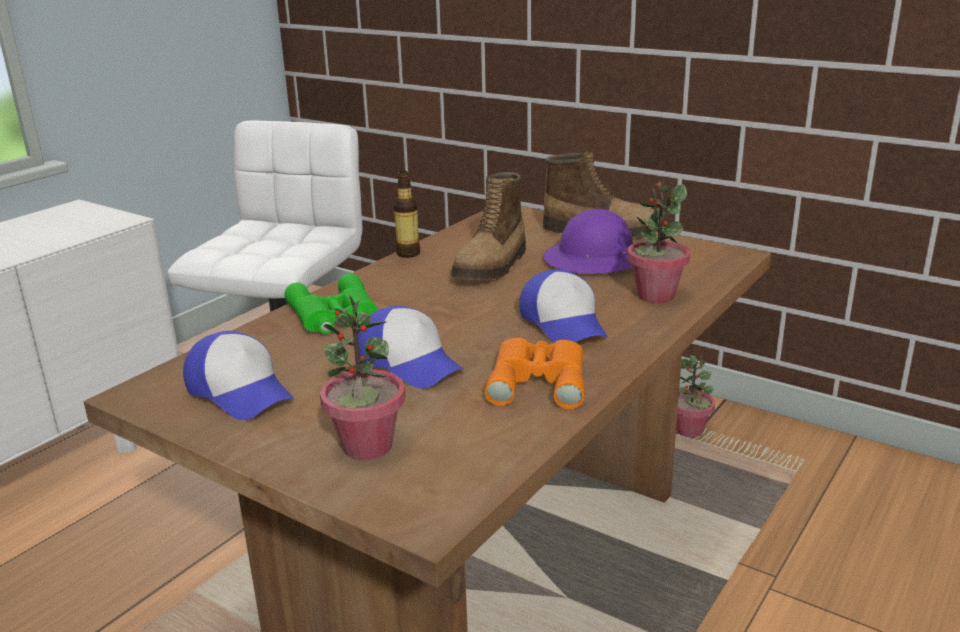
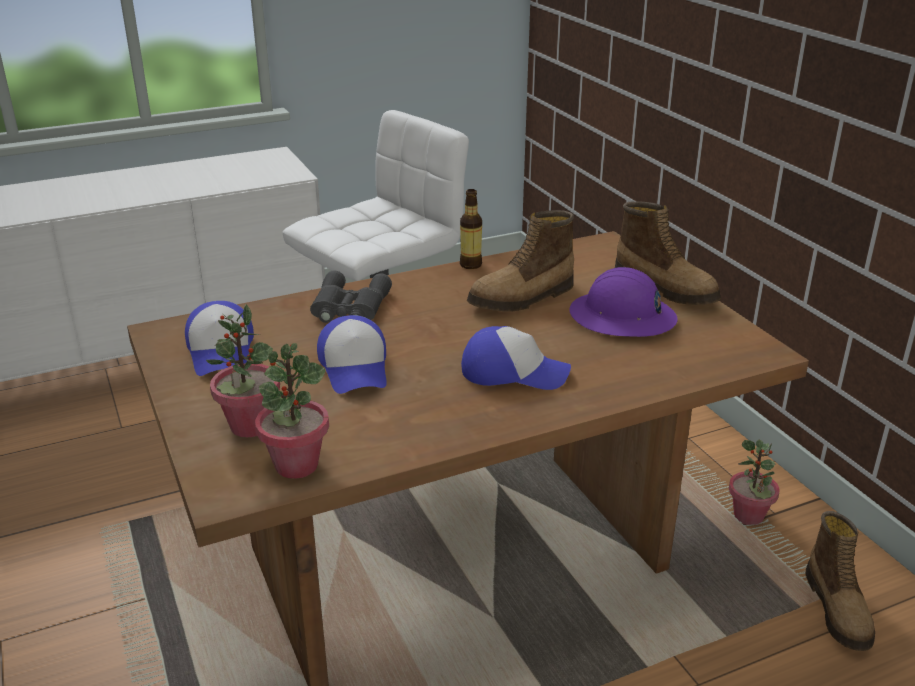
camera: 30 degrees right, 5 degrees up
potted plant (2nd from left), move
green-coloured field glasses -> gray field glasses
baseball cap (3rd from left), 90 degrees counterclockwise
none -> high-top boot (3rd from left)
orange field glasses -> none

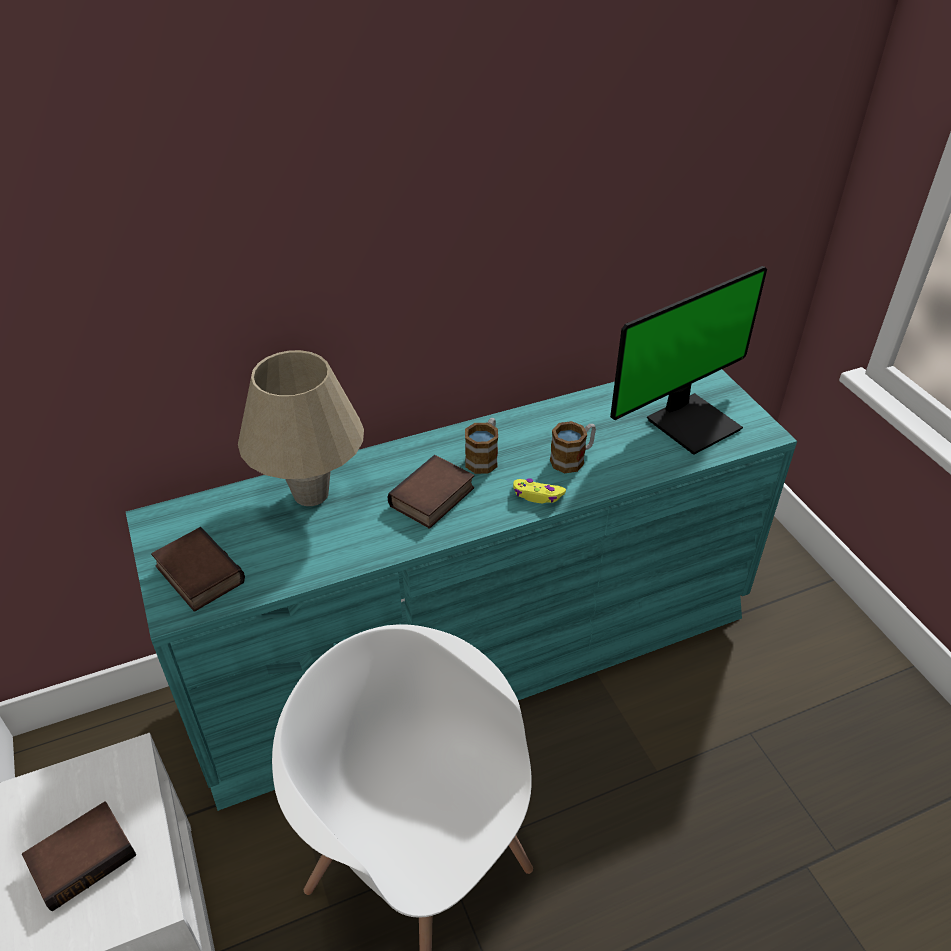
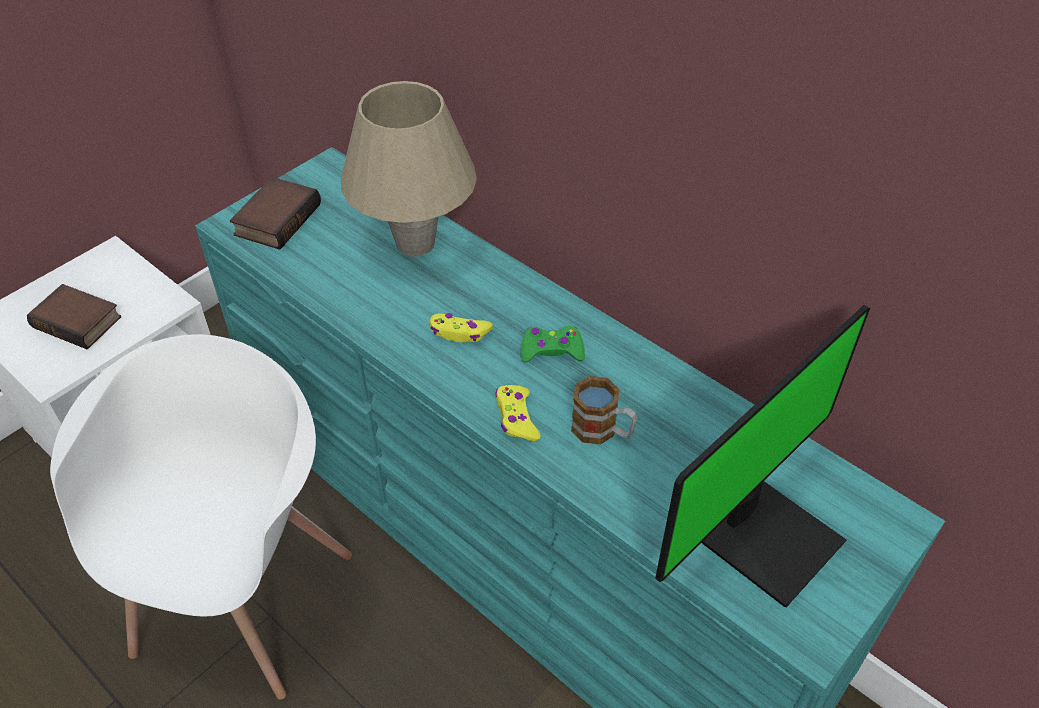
camera: 65 degrees right, 5 degrees up
volume (3rd from left) -> yellowish gamepad (1st from left)
tea mug (1st from left) -> green-coloured gamepad
computer screen, 75 degrees counterclockwise

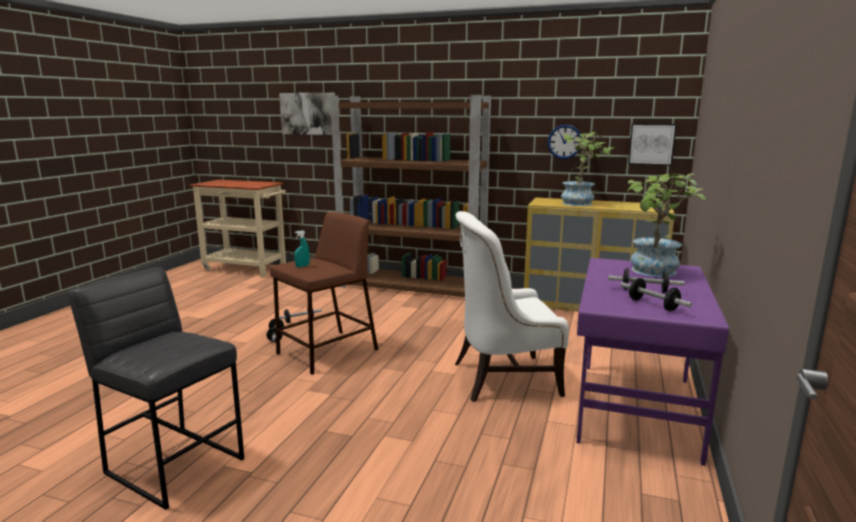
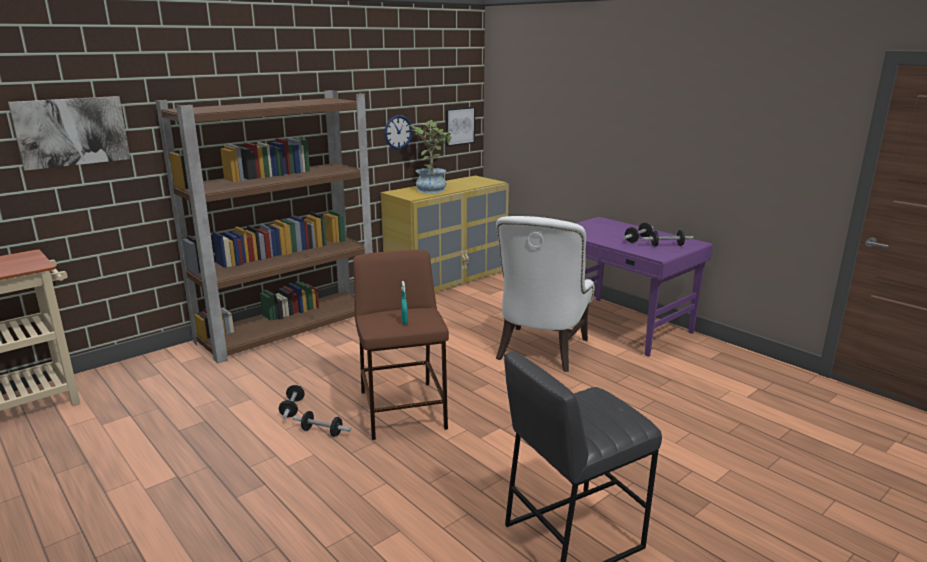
camera: 60 degrees left, 5 degrees up
potted plant (2nd from left) -> none

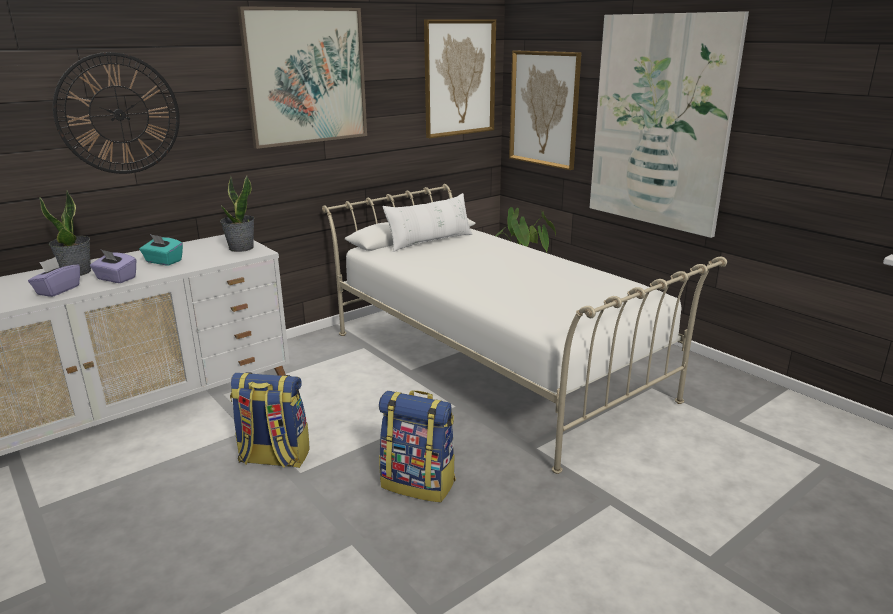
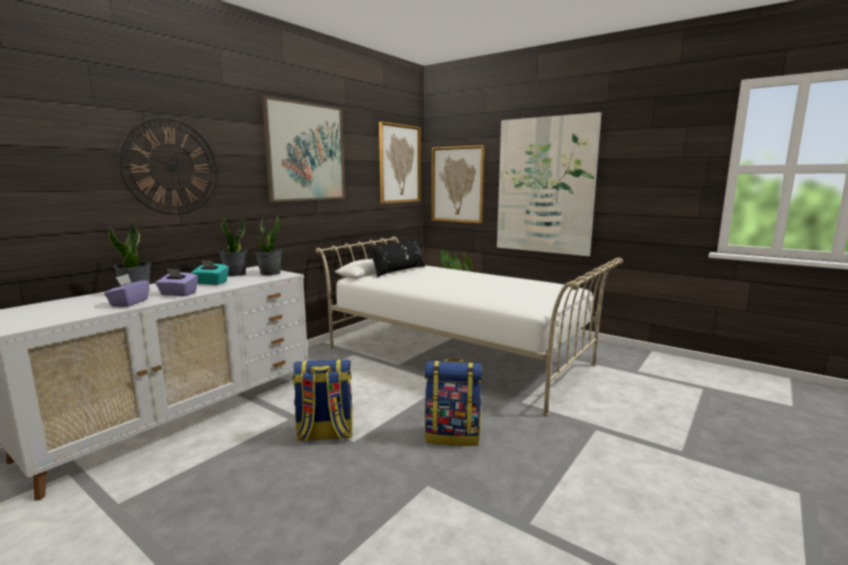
camera: 15 degrees left, 10 degrees down
none -> potted plant (2nd from left)
white cushion -> black-coloured cushion

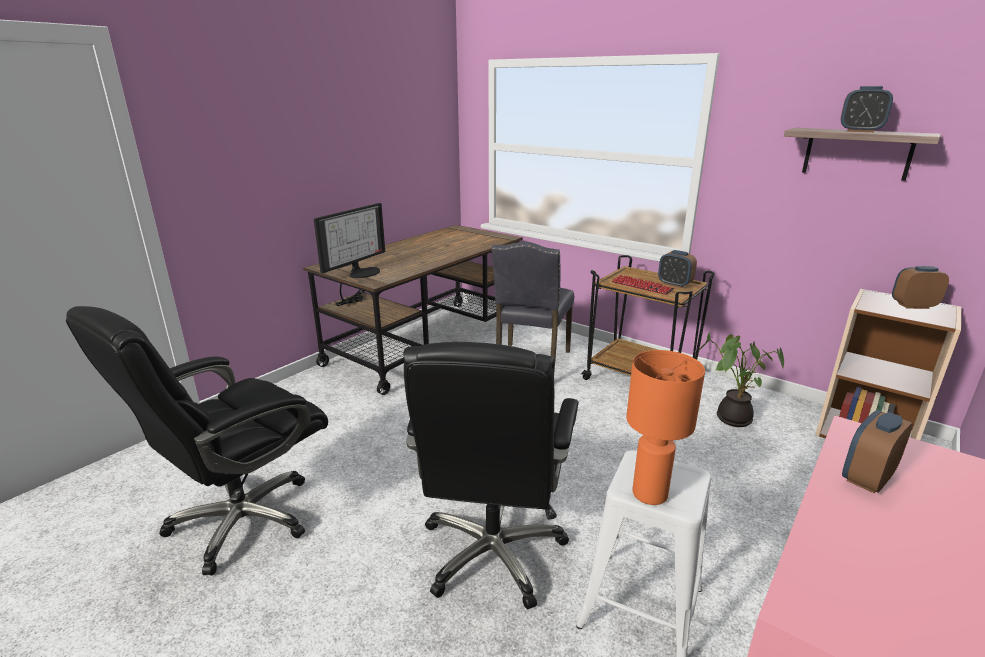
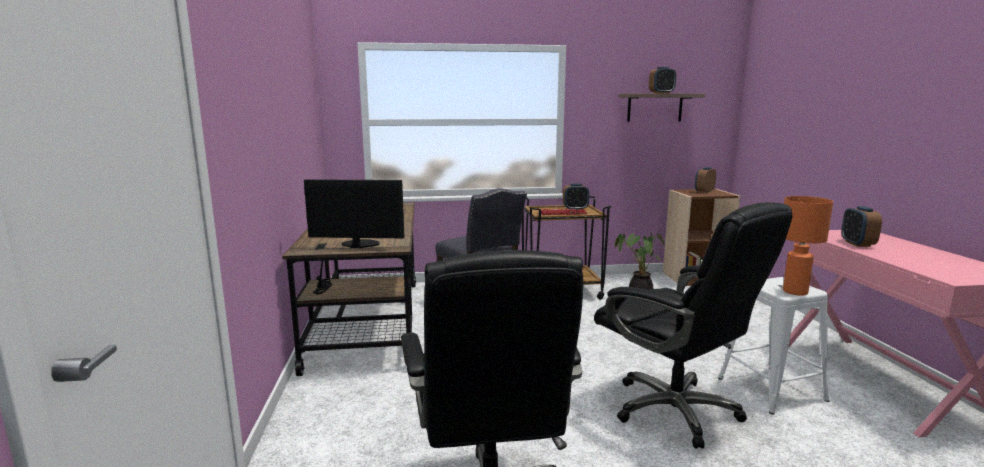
camera: 45 degrees left, 10 degrees down
computer screen, 75 degrees counterclockwise

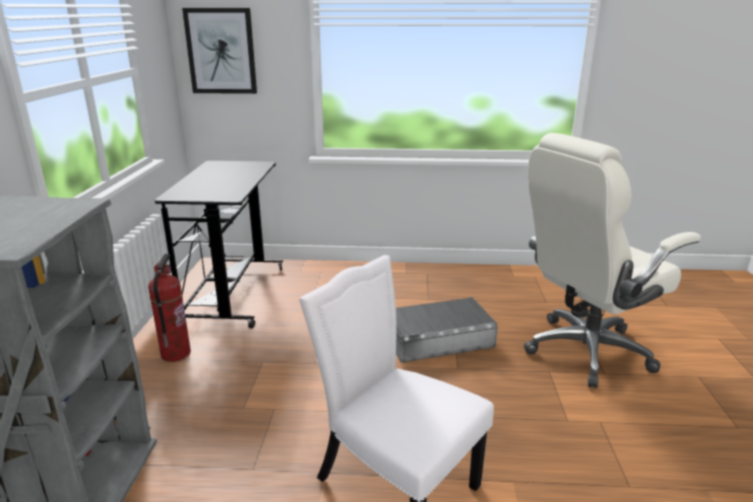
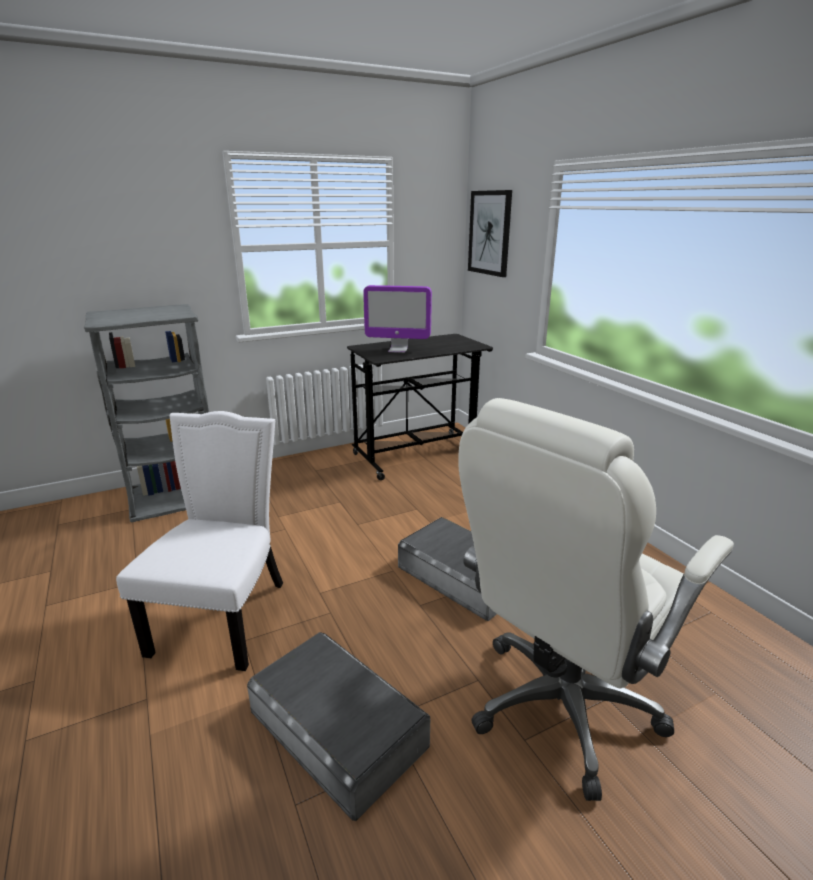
camera: 60 degrees right, 0 degrees up
none -> gray storage container (1st from left)
none -> computer screen
white desk chair, 75 degrees counterclockwise
extinguisher -> none

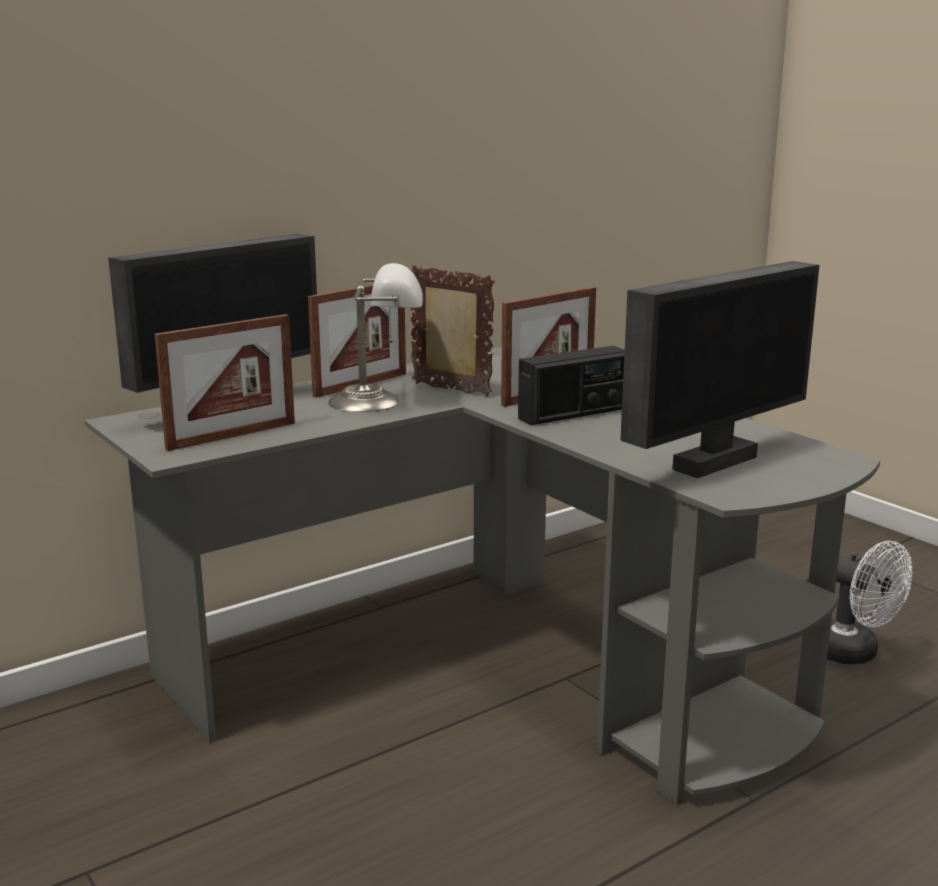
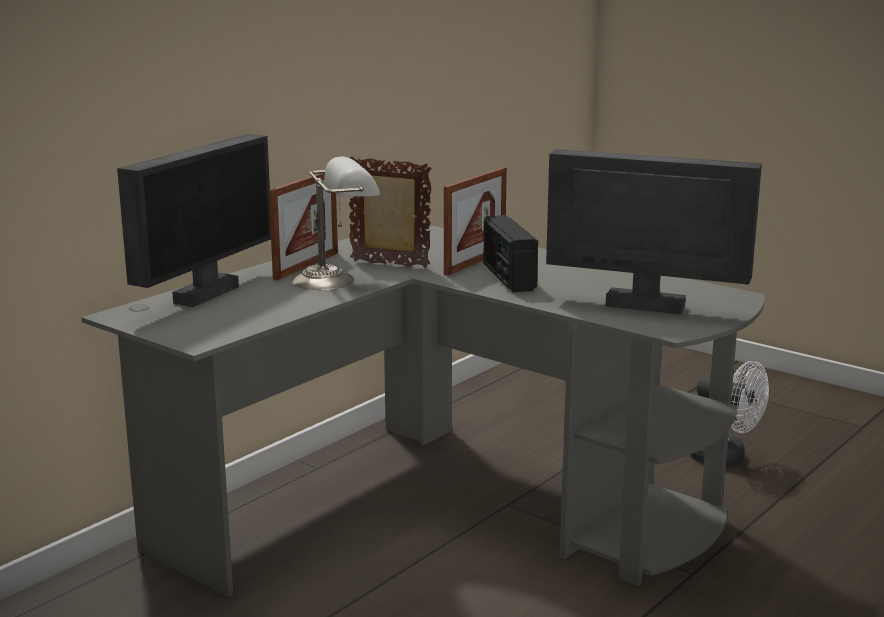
camera: 15 degrees left, 0 degrees up
radio, 120 degrees clockwise
computer screen (2nd from left), 105 degrees counterclockwise
picture frame (1st from left) -> none

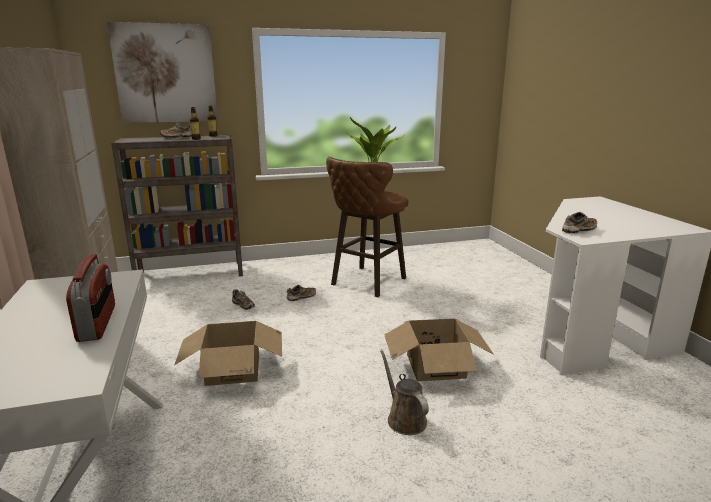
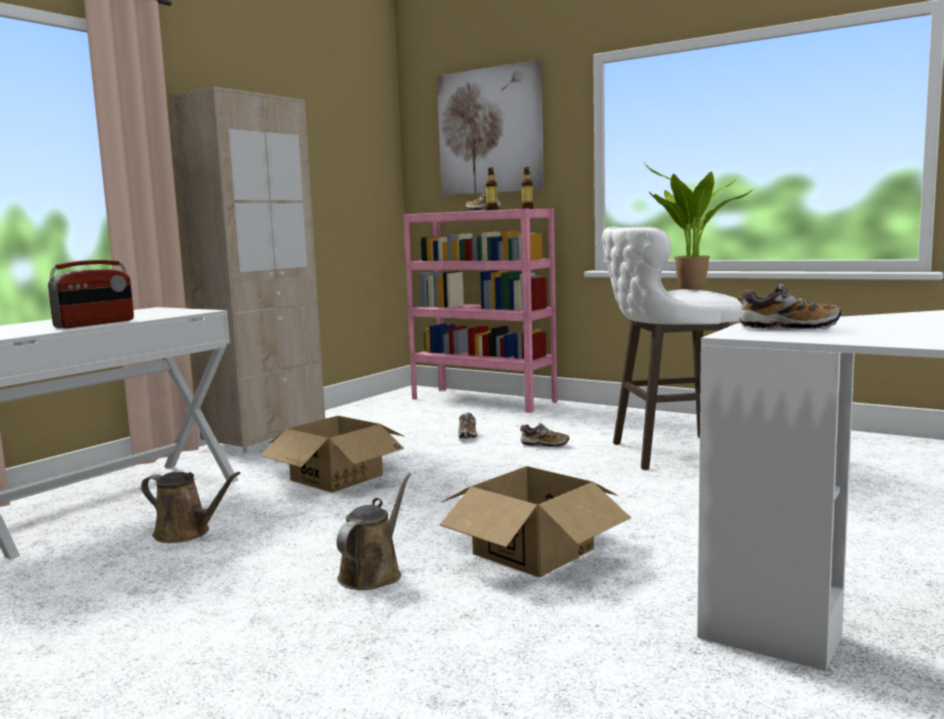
camera: 50 degrees right, 10 degrees down
none -> brown watering can (1st from left)
gray shelving unit -> pink-coloured shelving unit
brown stool seat -> white stool seat

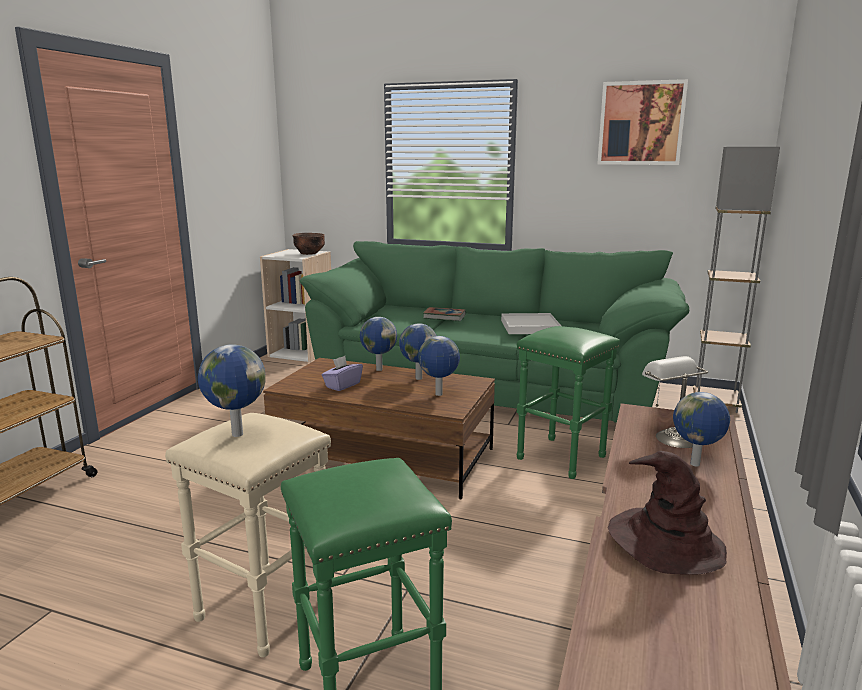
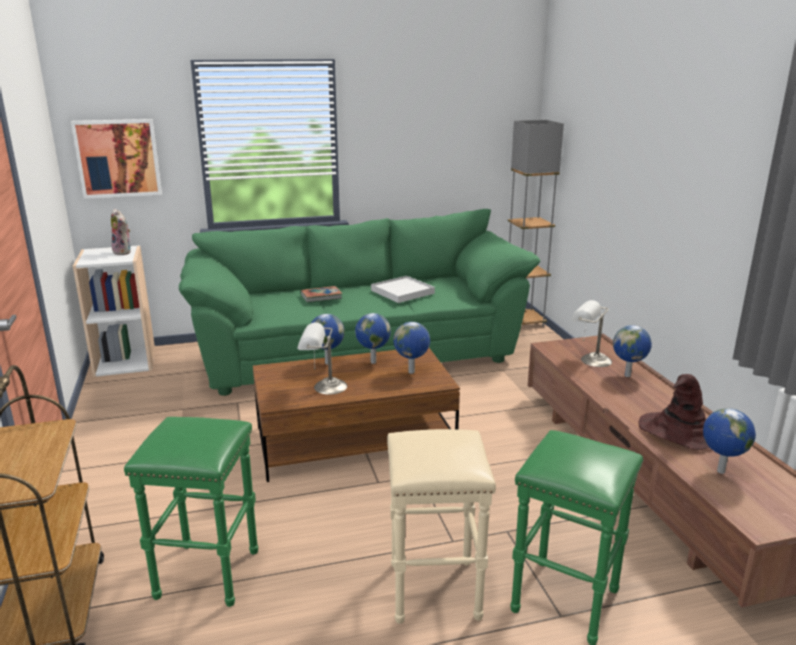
camera: 35 degrees left, 5 degrees up
wall picture, move
brown serving bowl -> soft toy
green-coloured stool seat (2nd from left in the first image) -> green-coloured stool seat (1st from left), move
purplish tissue box -> white tabletop lamp (1st from left)
globe (1st from left in the first image) -> globe (5th from left), move

